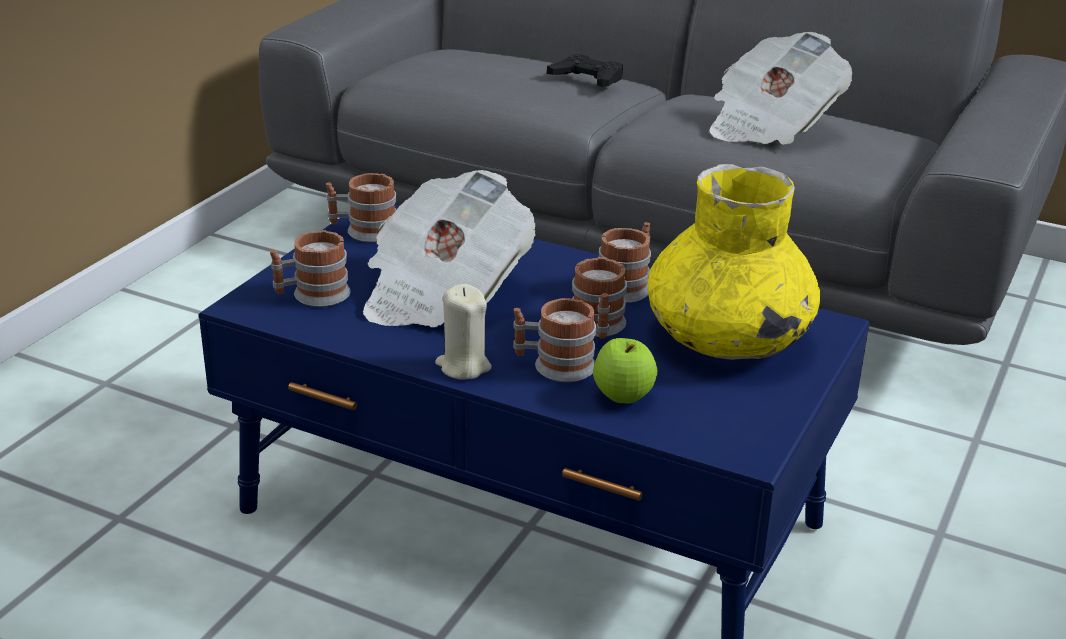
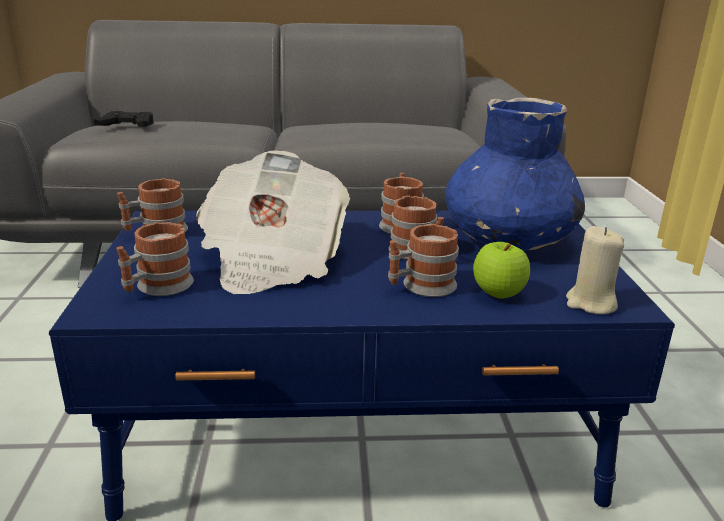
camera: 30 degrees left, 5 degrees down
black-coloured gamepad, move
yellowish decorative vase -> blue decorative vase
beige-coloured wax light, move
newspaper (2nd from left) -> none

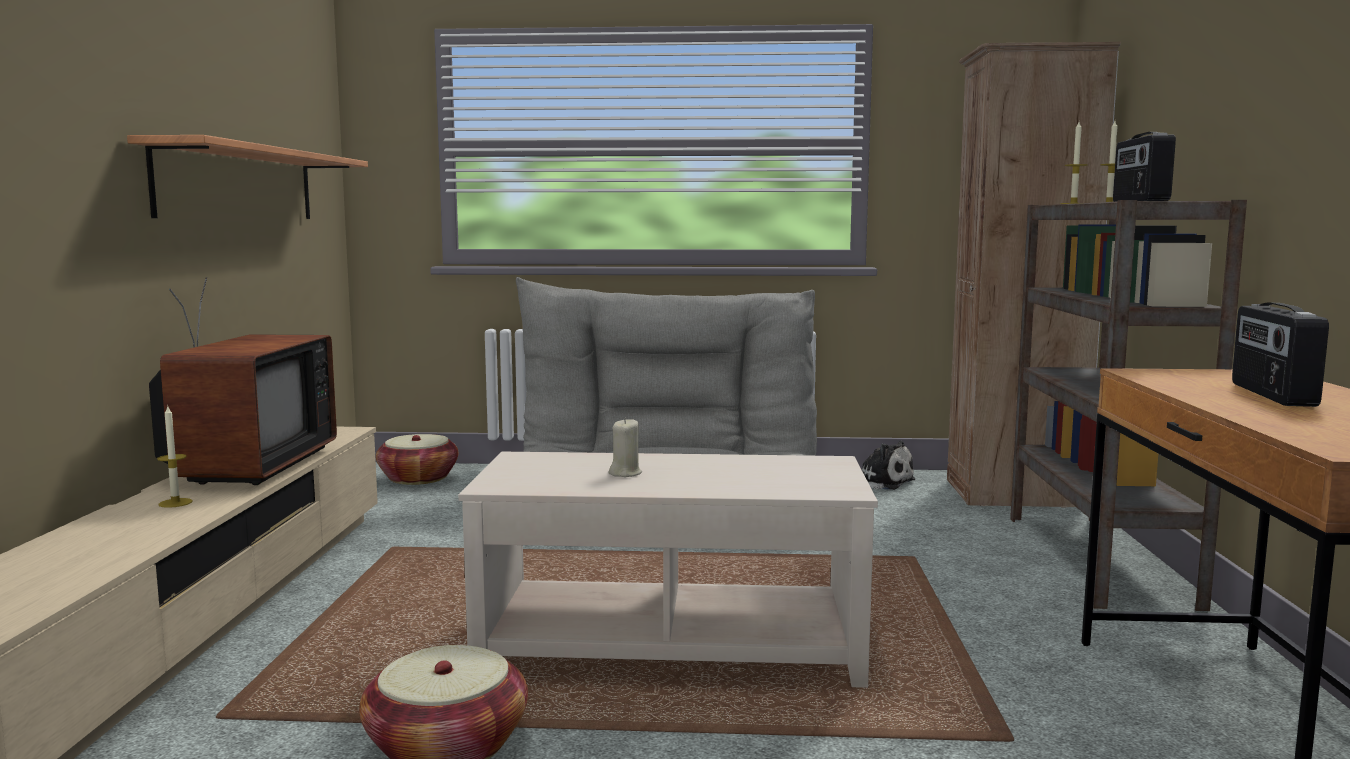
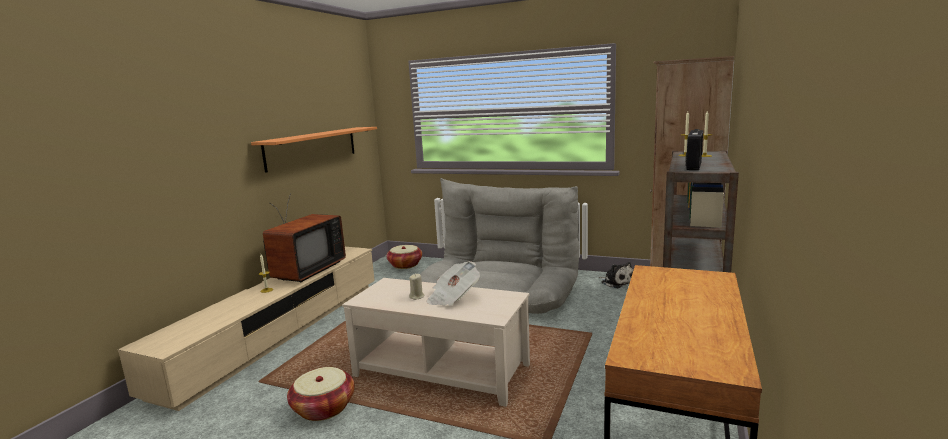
camera: 20 degrees right, 5 degrees up
none -> newspaper
radio (2nd from left) -> none

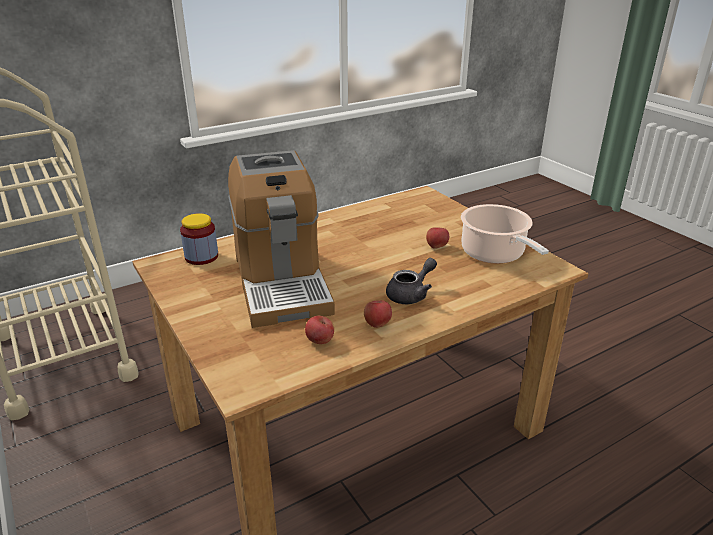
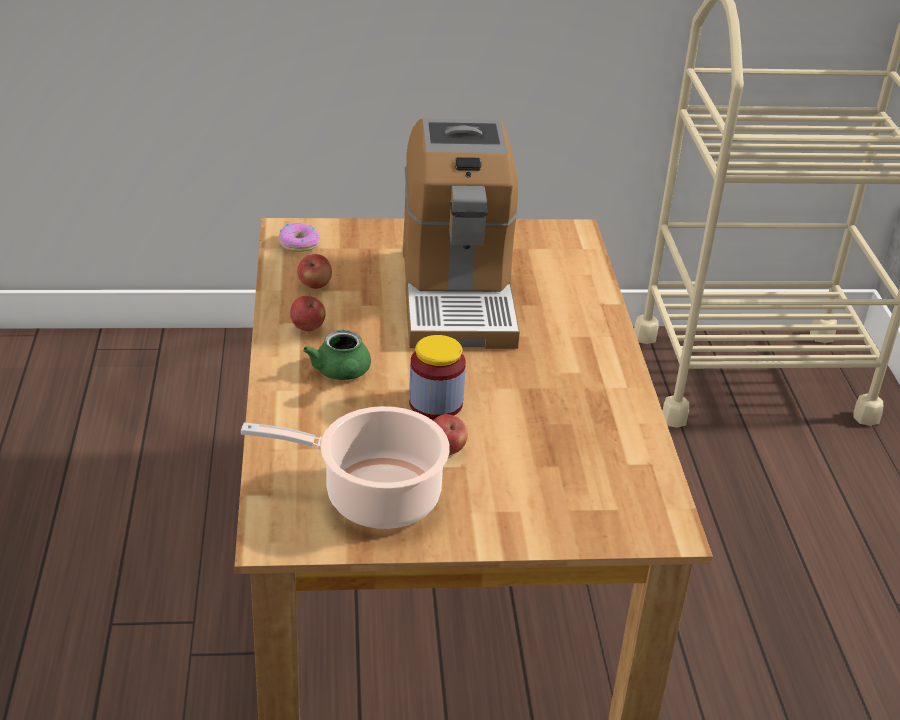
camera: 115 degrees right, 5 degrees up
none -> doughnut
gray teapot -> green-coloured teapot
coffee maker, 105 degrees counterclockwise
jar, move

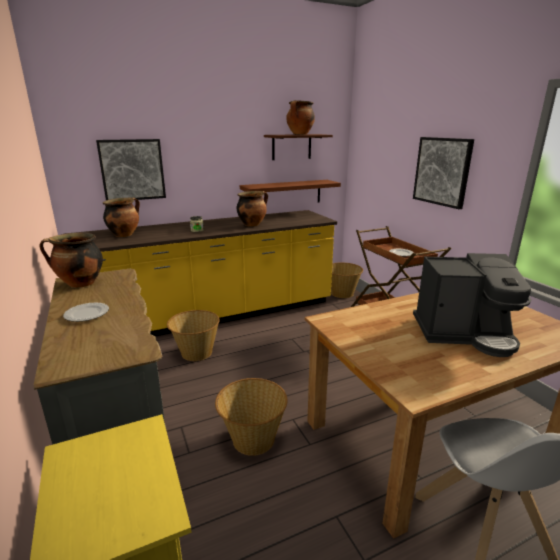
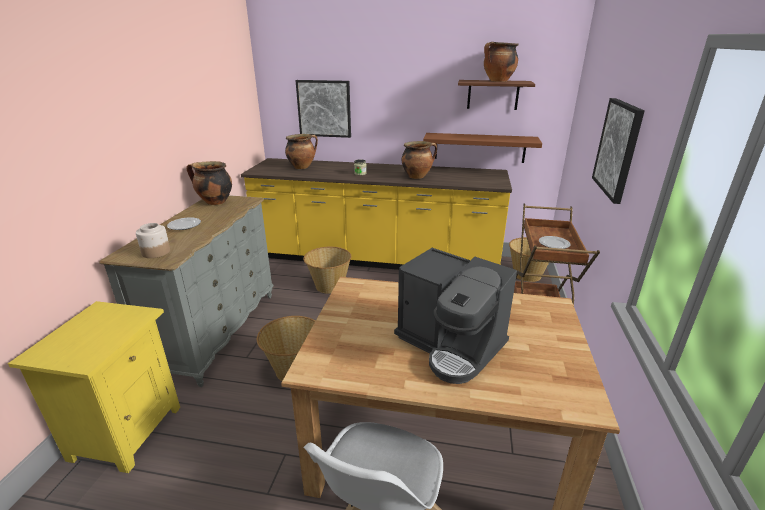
camera: 35 degrees right, 5 degrees up
none -> jar (1st from left)

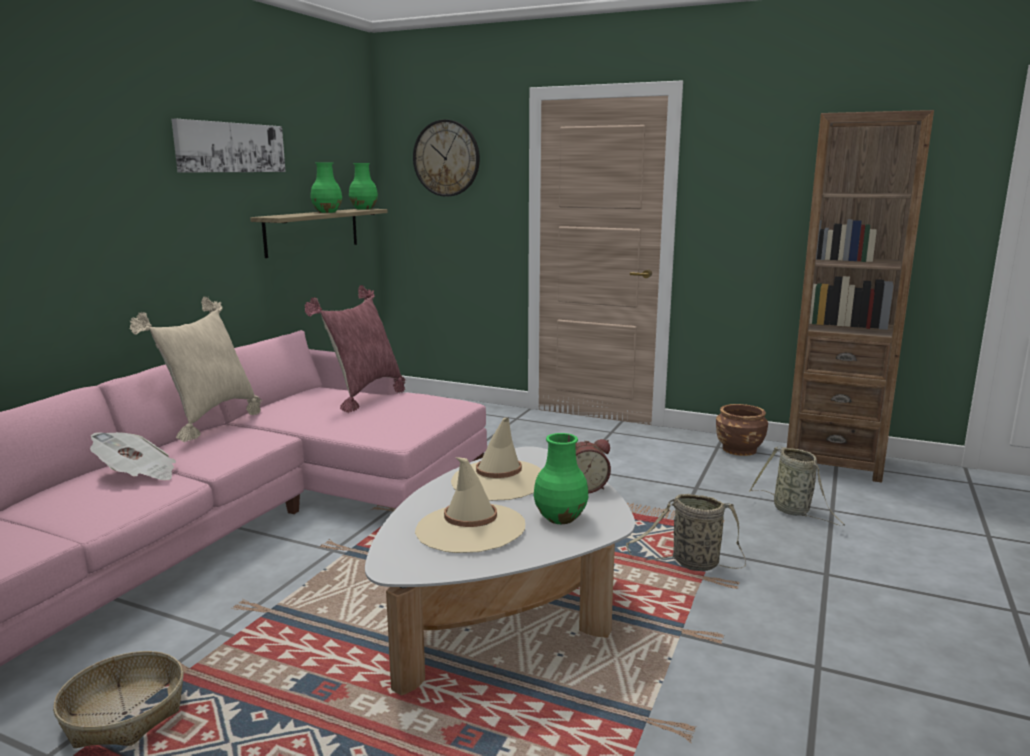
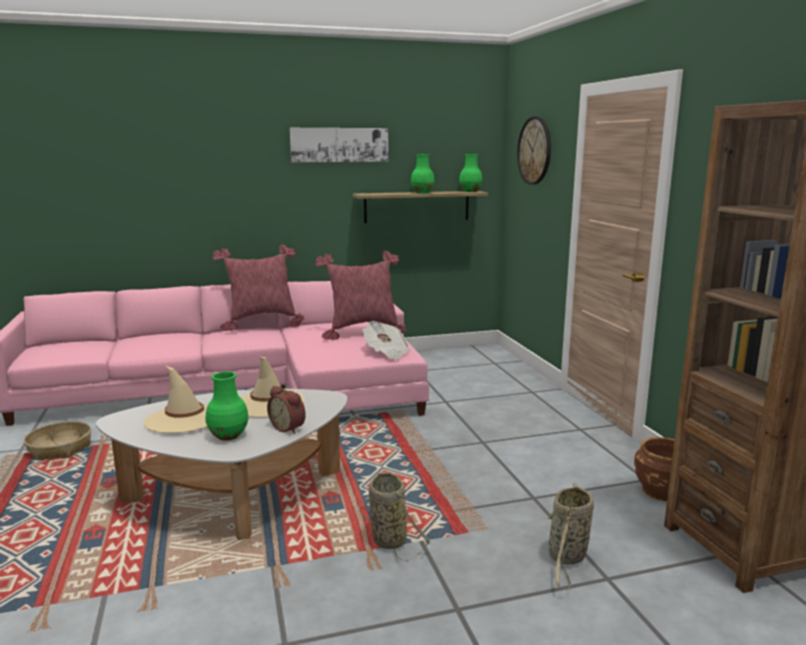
camera: 50 degrees right, 0 degrees up
beige-coloured cushion -> red-coloured cushion (1st from left)
newspaper, move

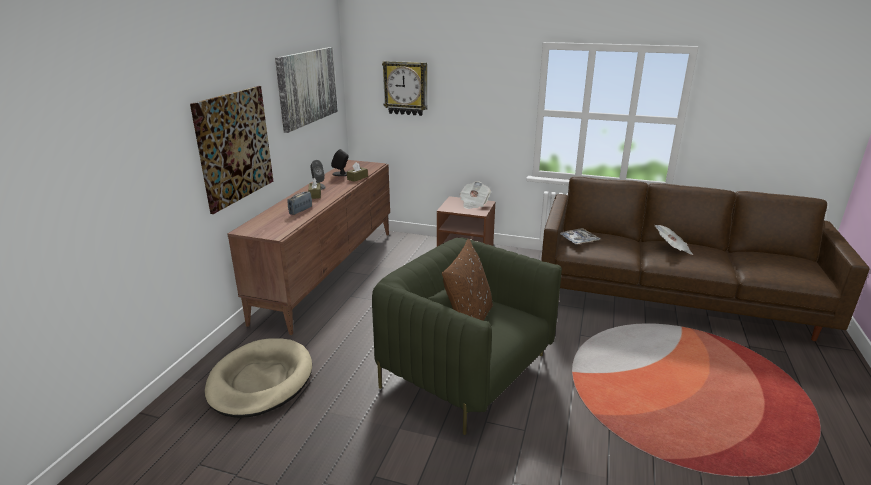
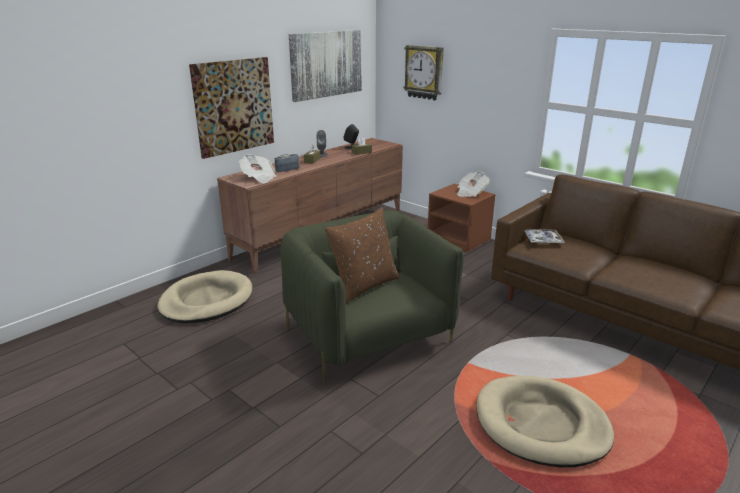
camera: 25 degrees right, 0 degrees up
newspaper (2nd from left in the first image) -> newspaper (1st from left), move
none -> beige-coloured dog bed (2nd from left)

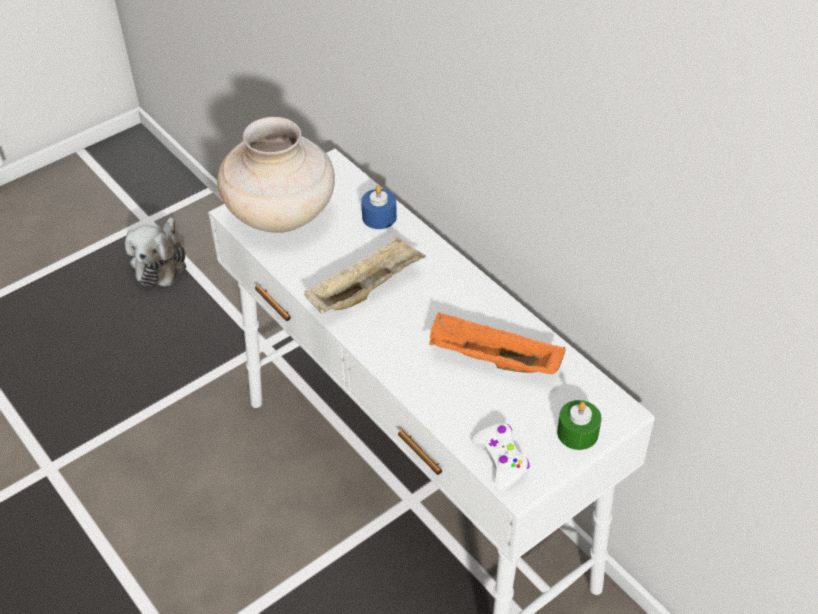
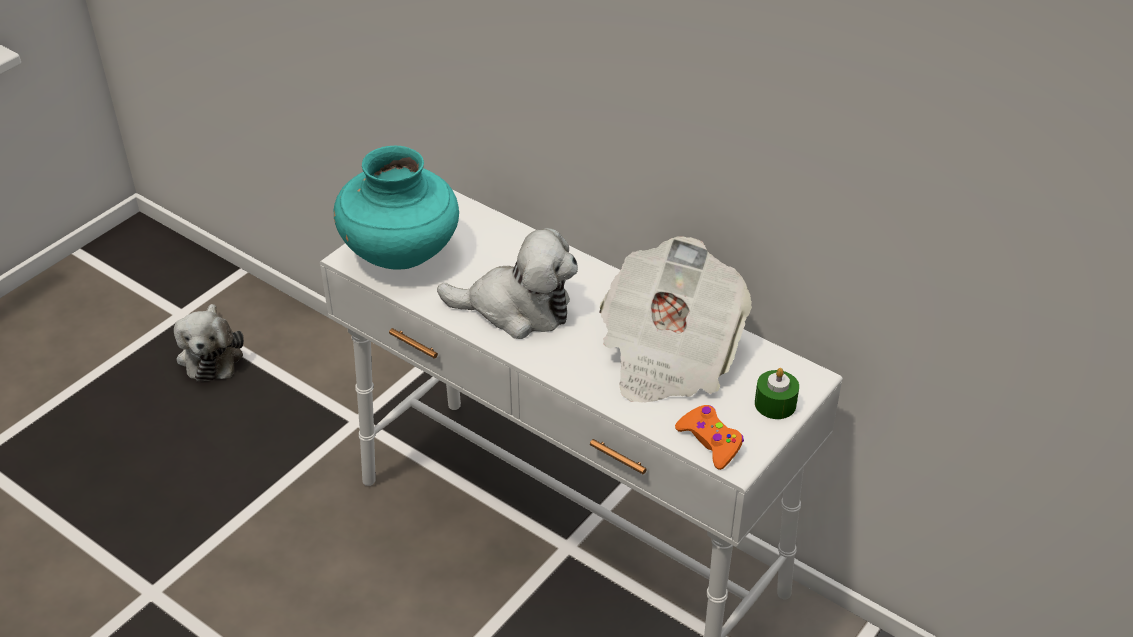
camera: 15 degrees left, 5 degrees down
beige-coloured decorative vase -> turquoise decorative vase
beige-coloured tray -> soft toy (2nd from left)
orange tray -> newspaper
white gamepad -> orange gamepad
blue wax light -> none

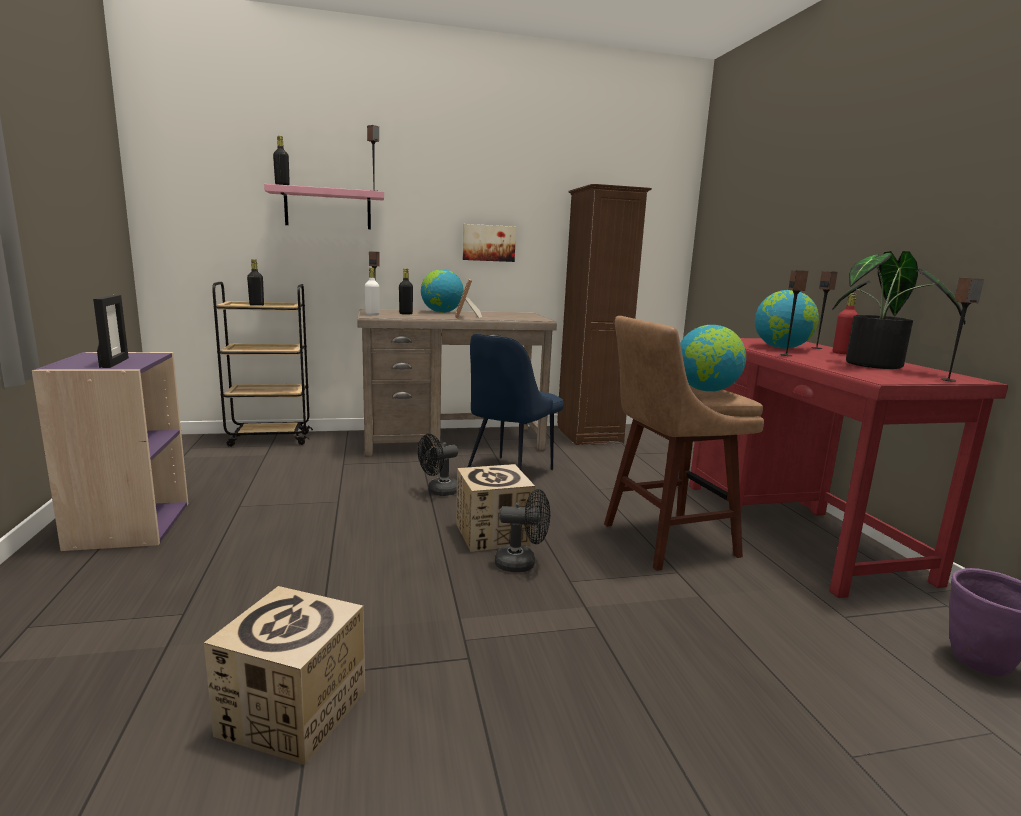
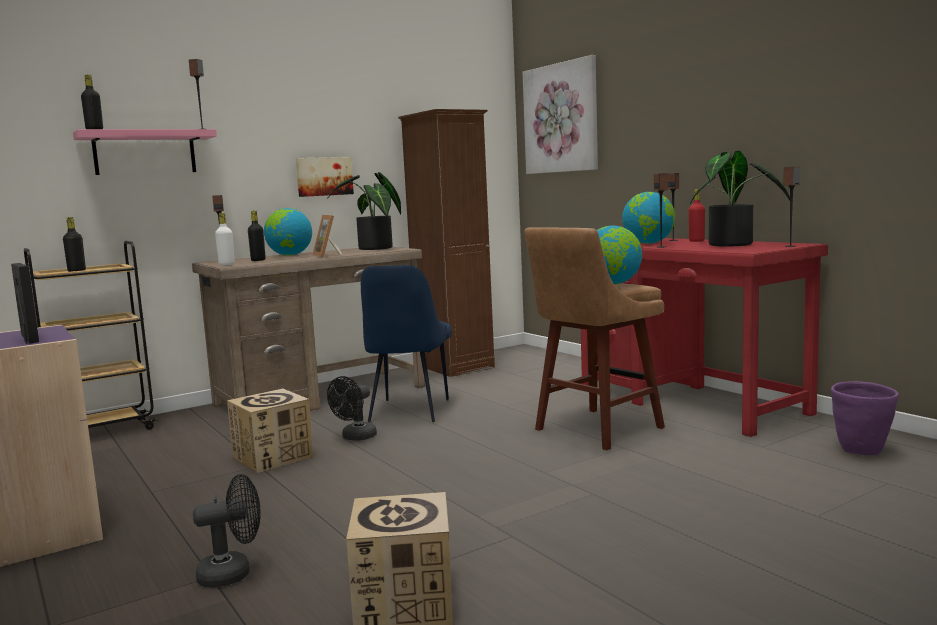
camera: 20 degrees left, 5 degrees down
black-coloured cooling fan (2nd from left in the first image) -> black-coloured cooling fan (1st from left), move
carton (2nd from left in the first image) -> carton (1st from left), move
none -> potted plant (1st from left)
none -> wall picture (2nd from left)

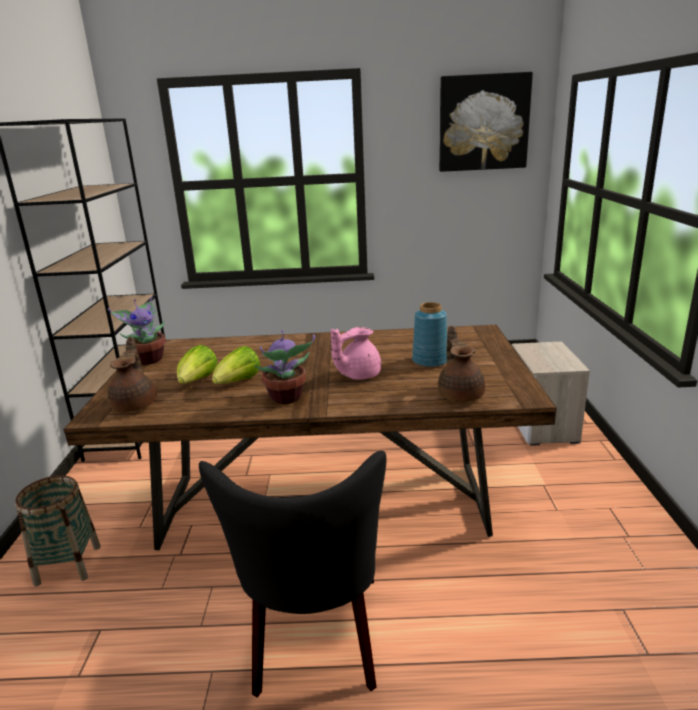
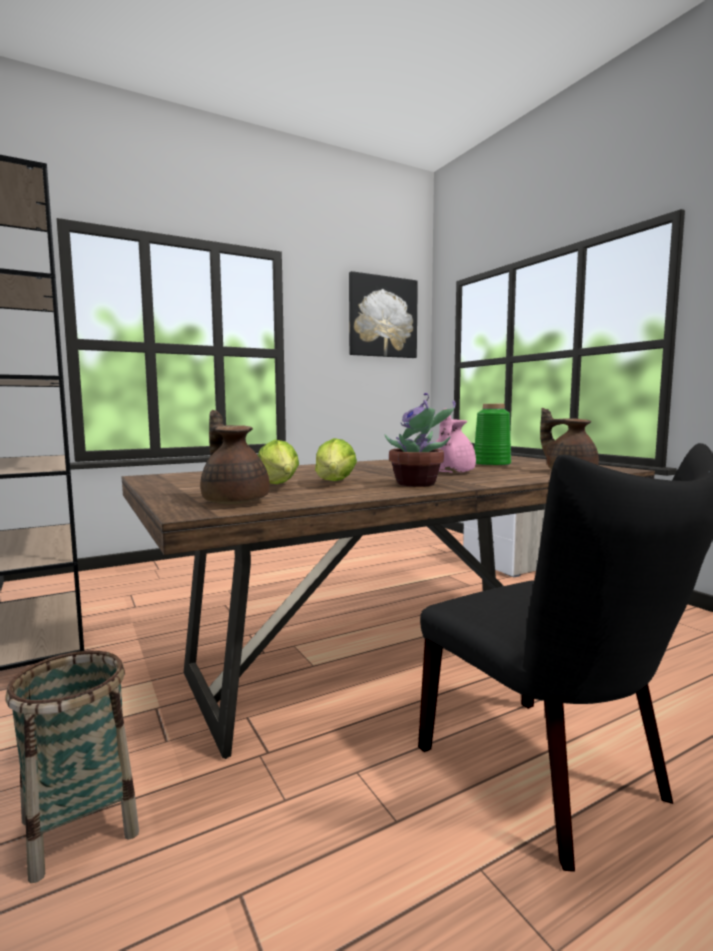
camera: 30 degrees left, 15 degrees down
blue decorative vase -> green-coloured decorative vase
potted plant (1st from left) -> none

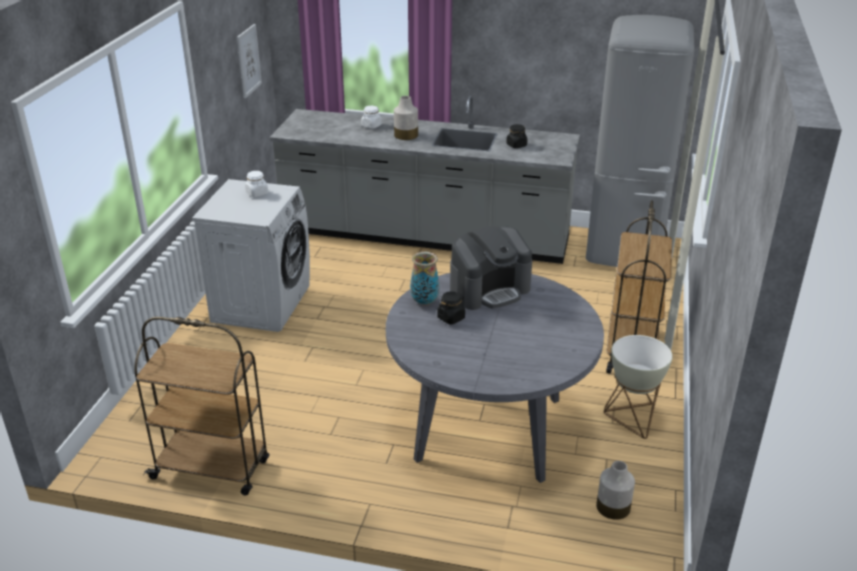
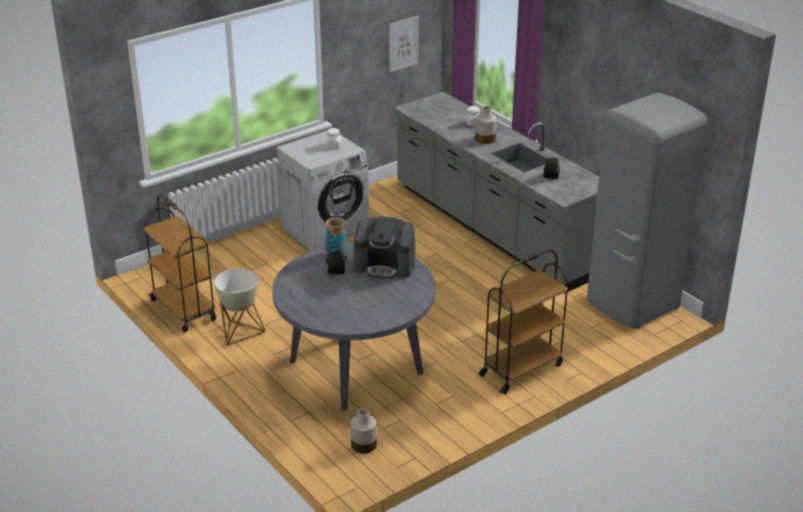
camera: 40 degrees right, 0 degrees up
flower pot, move

